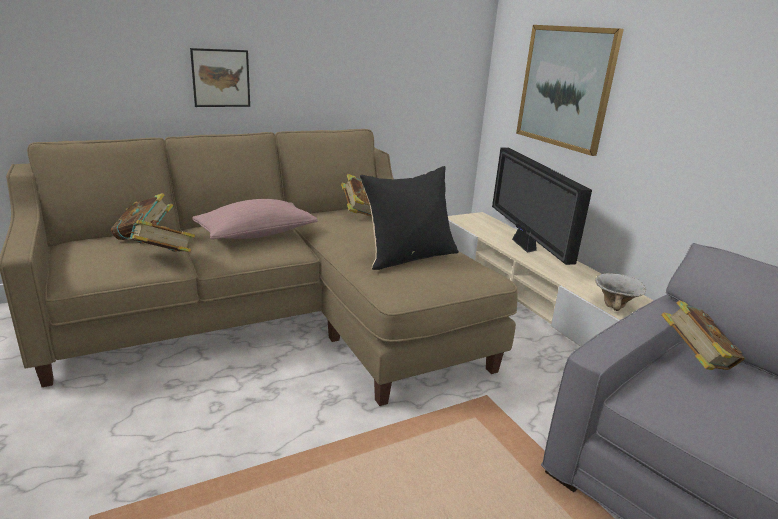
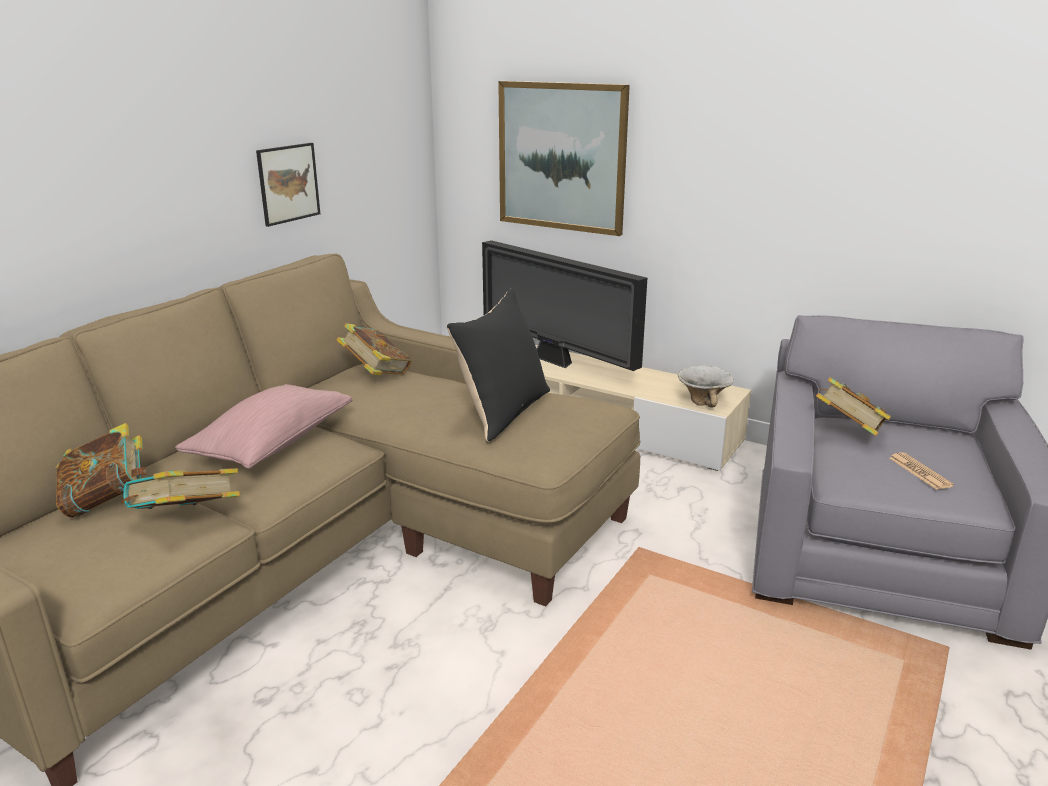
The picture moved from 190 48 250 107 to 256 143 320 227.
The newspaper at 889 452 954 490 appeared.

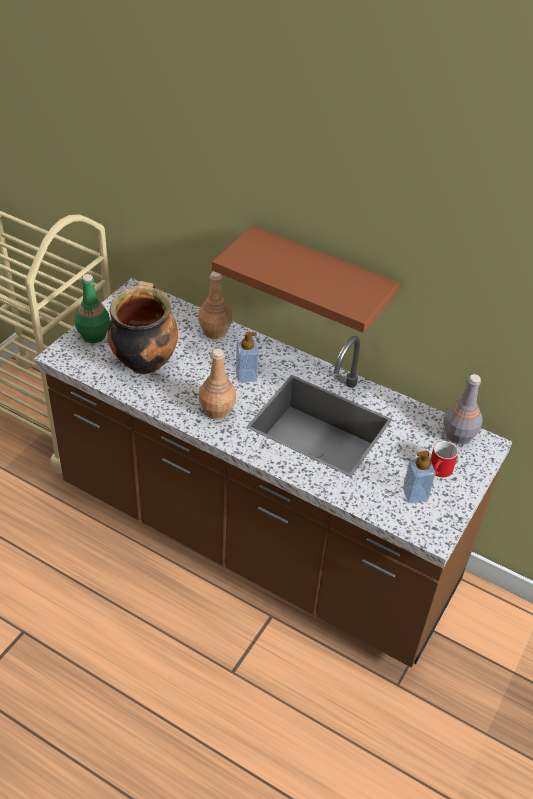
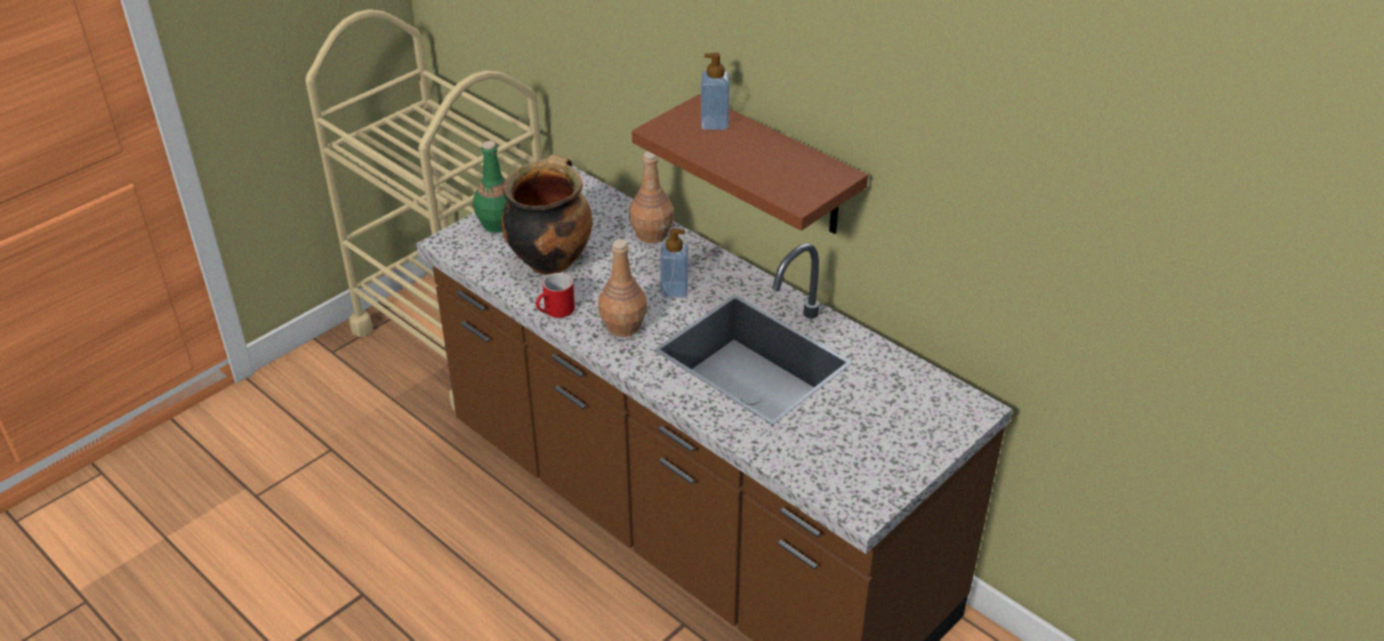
The red mug moved from 430 441 458 477 to 536 273 575 318.
The soap dispenser moved from 403 451 435 503 to 701 53 730 130.
The grey bottle at 443 374 483 445 disappeared.

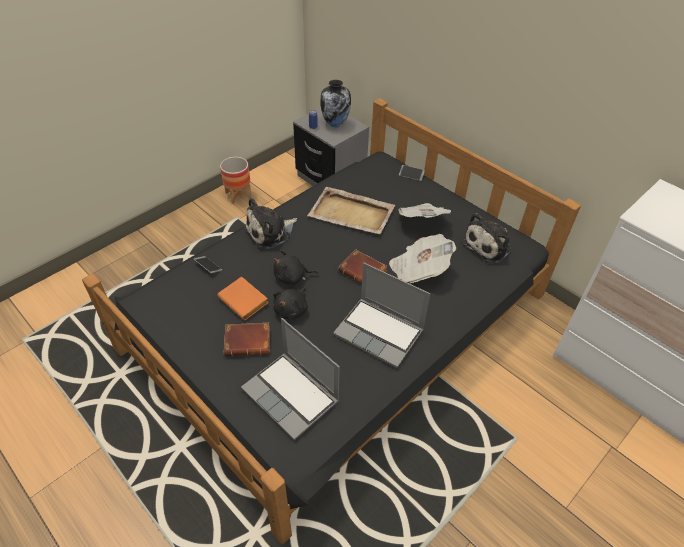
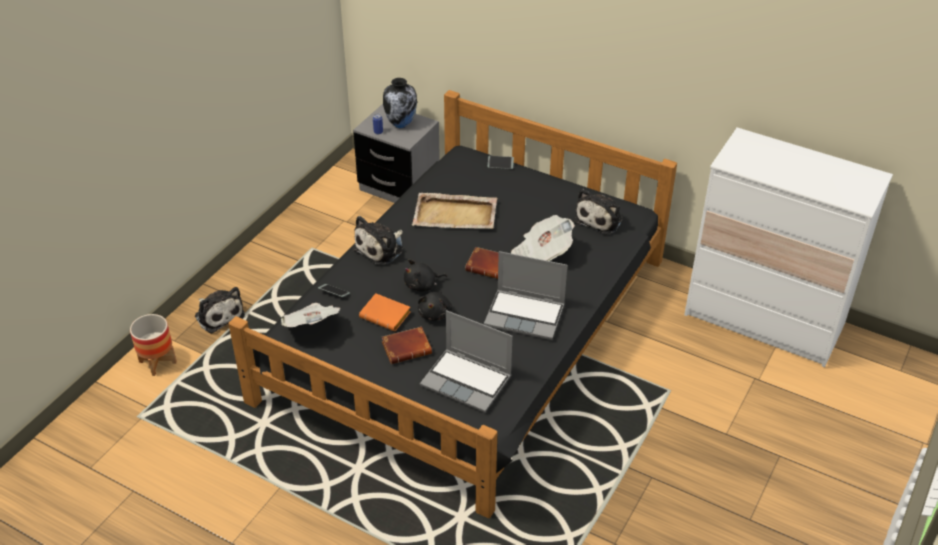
The planter moved from 220 157 252 204 to 130 314 177 376.
The plush toy at 195 287 245 334 appeared.
The newspaper moved from 399 203 451 218 to 281 303 340 327.

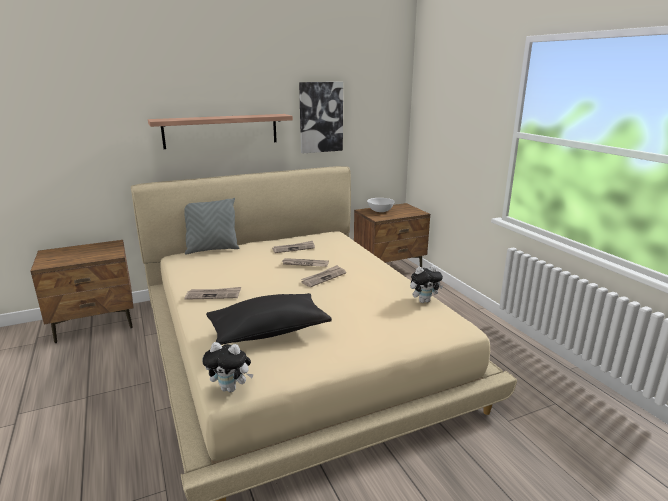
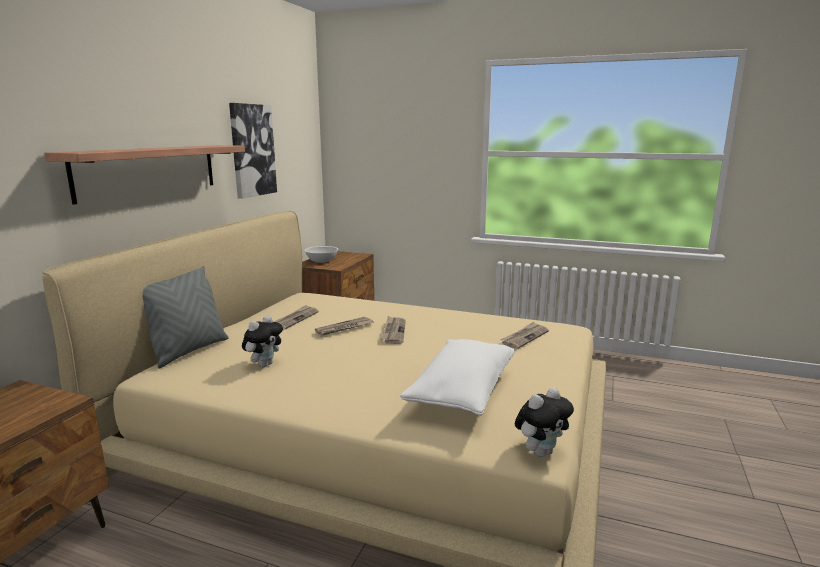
The plush toy moved from 410 265 443 303 to 242 315 283 367.
The black pillow at 206 293 332 345 became the white pillow at 400 339 515 416.
The newspaper moved from 185 287 241 300 to 500 322 549 349.

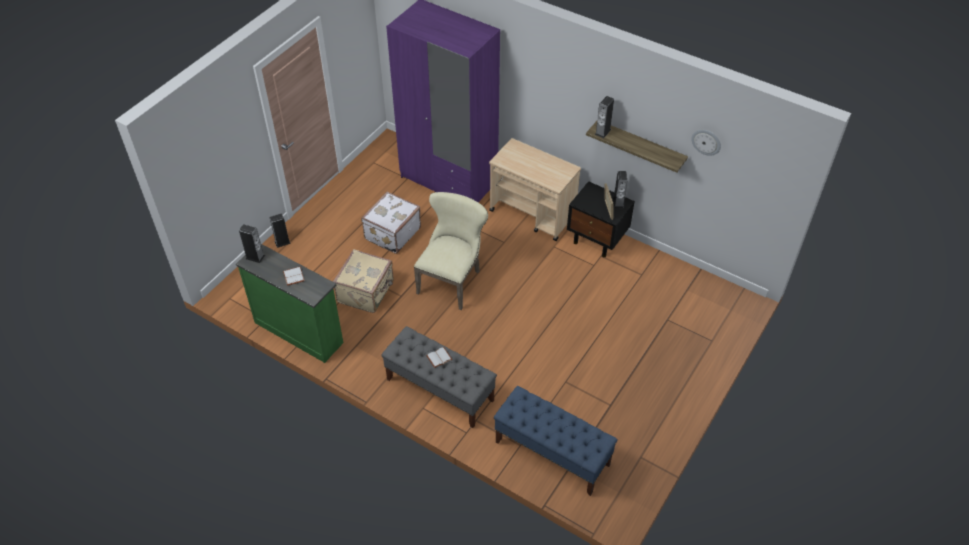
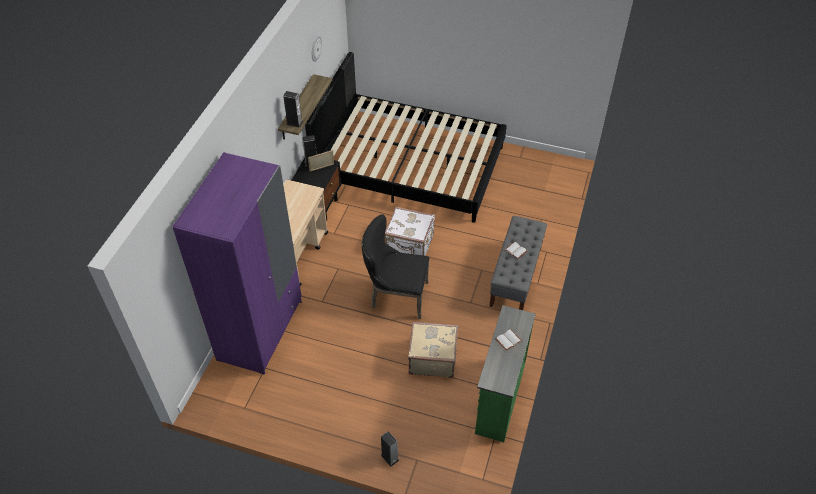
The black bed at 305 52 507 223 appeared.
The beige chair at 414 192 488 310 became the black chair at 362 214 429 319.
The white suitcase moved from 361 191 421 254 to 385 207 435 256.
The speaker at 239 224 265 263 disappeared.
The blue bench at 494 386 618 496 disappeared.

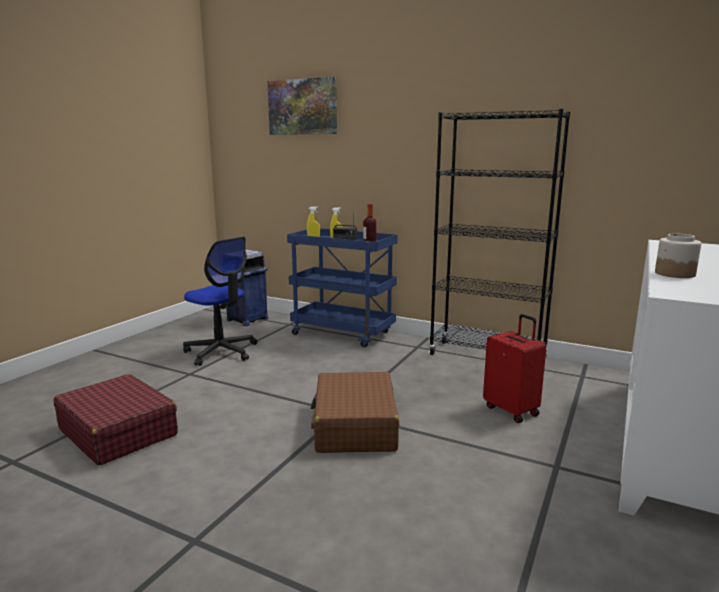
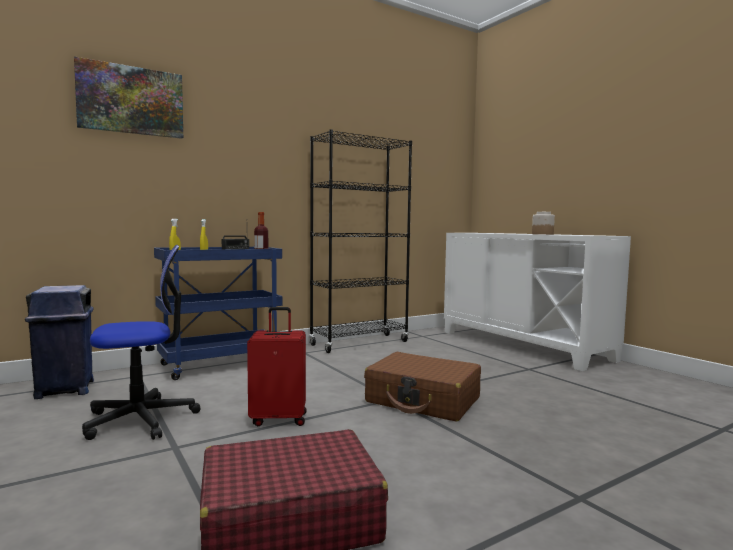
The red suitcase moved from 483 314 547 423 to 247 307 307 426.

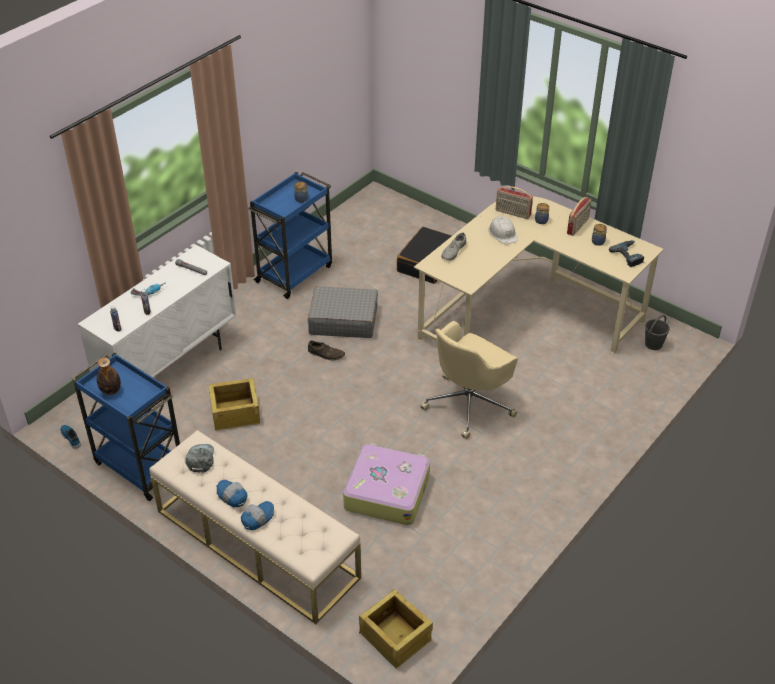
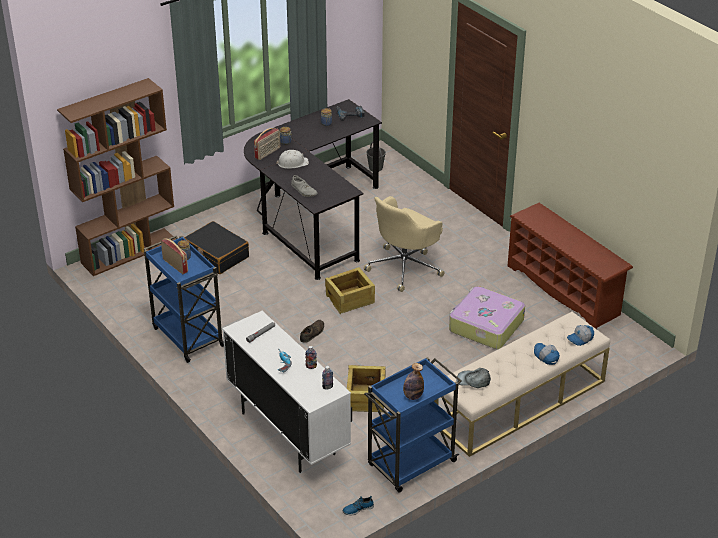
The brown bookcase at 57 78 176 276 appeared.
The radio moved from 567 197 592 236 to 161 238 188 274.
The beige desk at 414 196 664 354 became the black desk at 244 99 382 280.
The crate moved from 359 589 433 668 to 325 267 375 314.
The beige office chair at 420 321 518 439 turned 75 degrees clockwise.
The brown shoe rack at 508 203 633 329 appeared.
The cap moved from 217 480 247 507 to 567 325 594 346.
The grey suitcase at 308 286 378 338 disappeared.

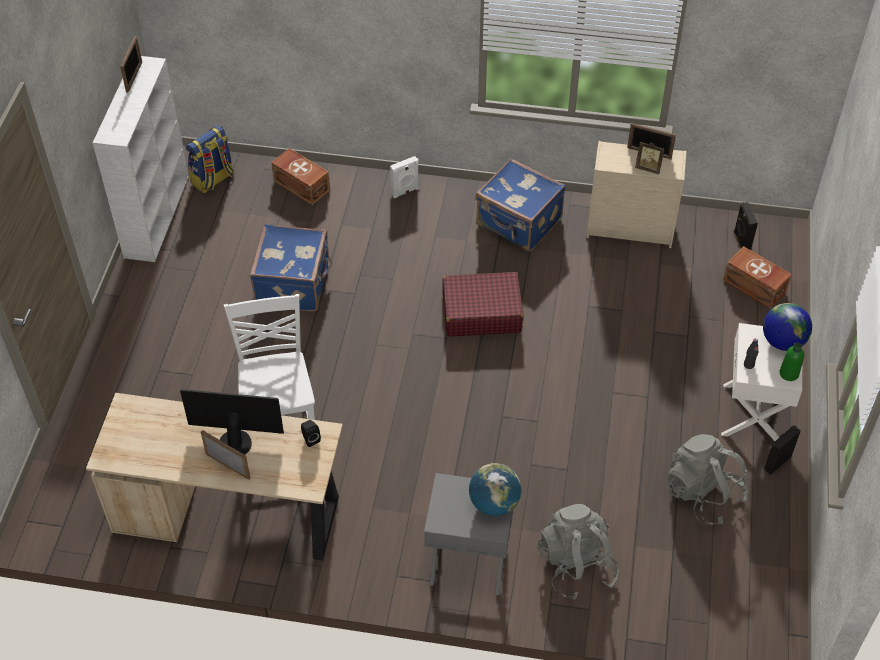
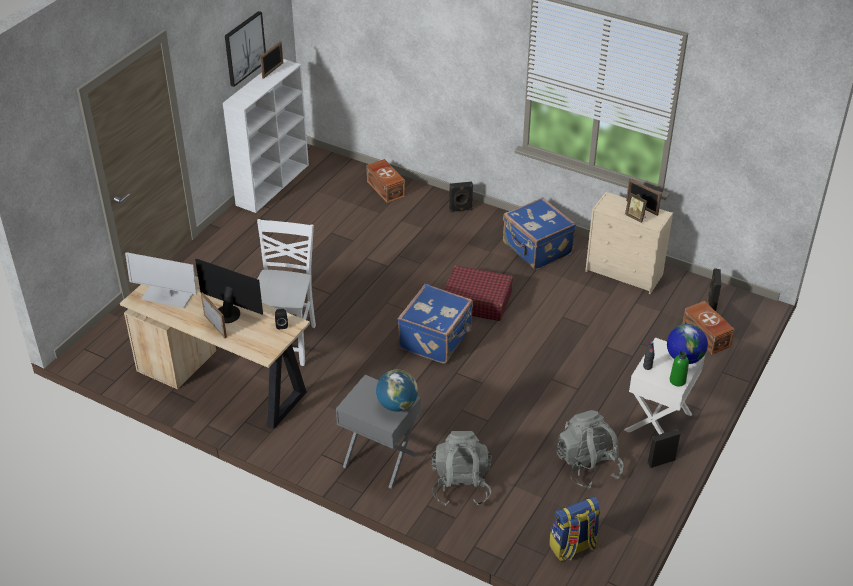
The monitor at 125 252 197 308 appeared.
The picture at 225 11 266 87 appeared.
The blue suitcase moved from 250 224 332 311 to 398 284 473 364.
The white speaker at 390 156 419 198 became the black speaker at 449 182 473 212.
The backpack moved from 186 125 234 193 to 549 496 601 561.

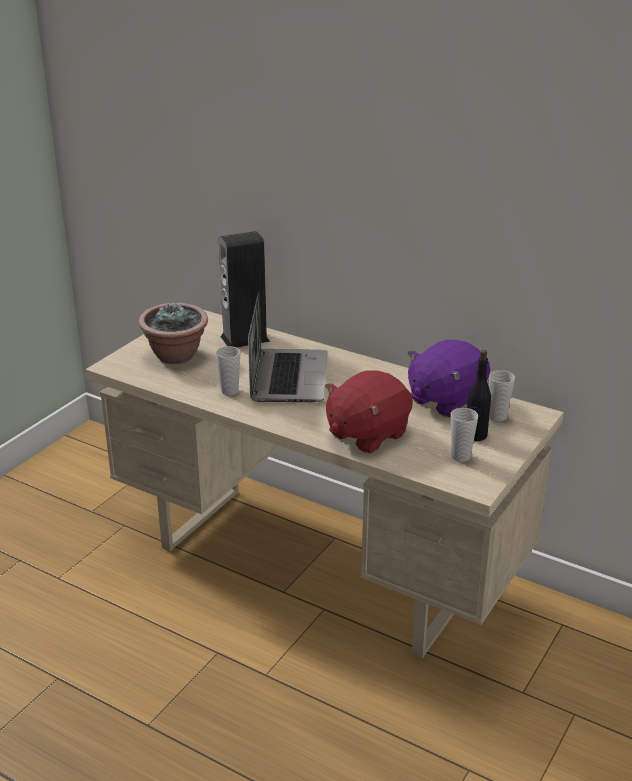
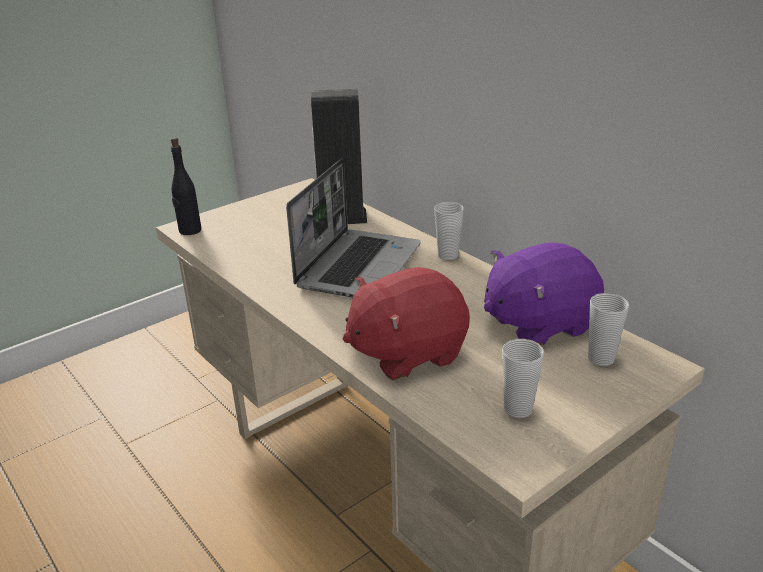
The black bottle moved from 467 350 491 441 to 171 138 201 235.
The cup moved from 216 346 241 395 to 434 202 464 260.
The potted plant at 139 303 208 364 disappeared.

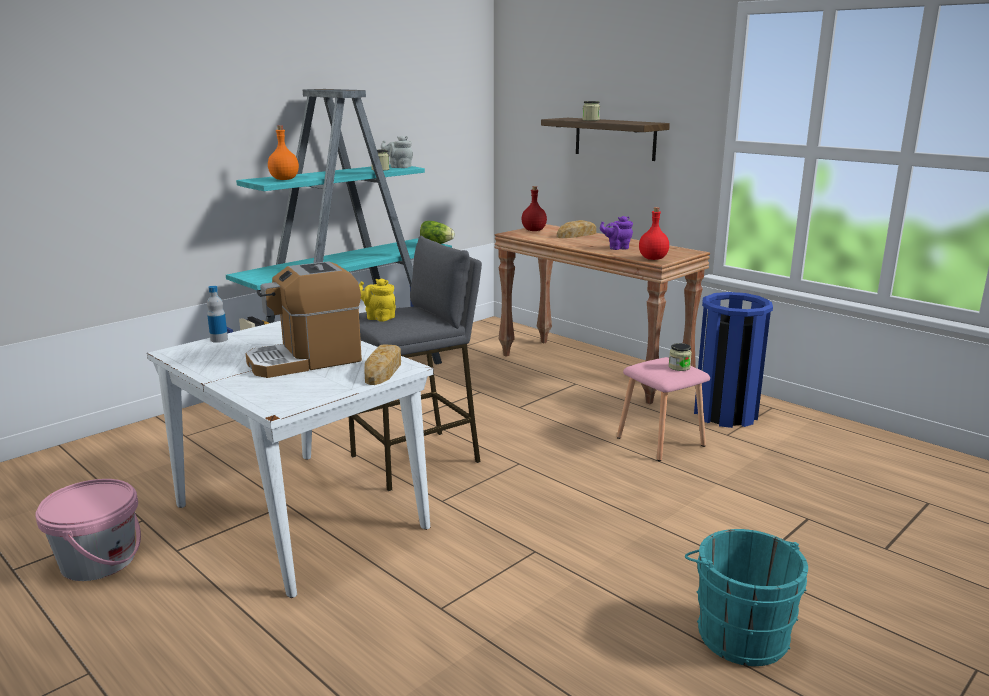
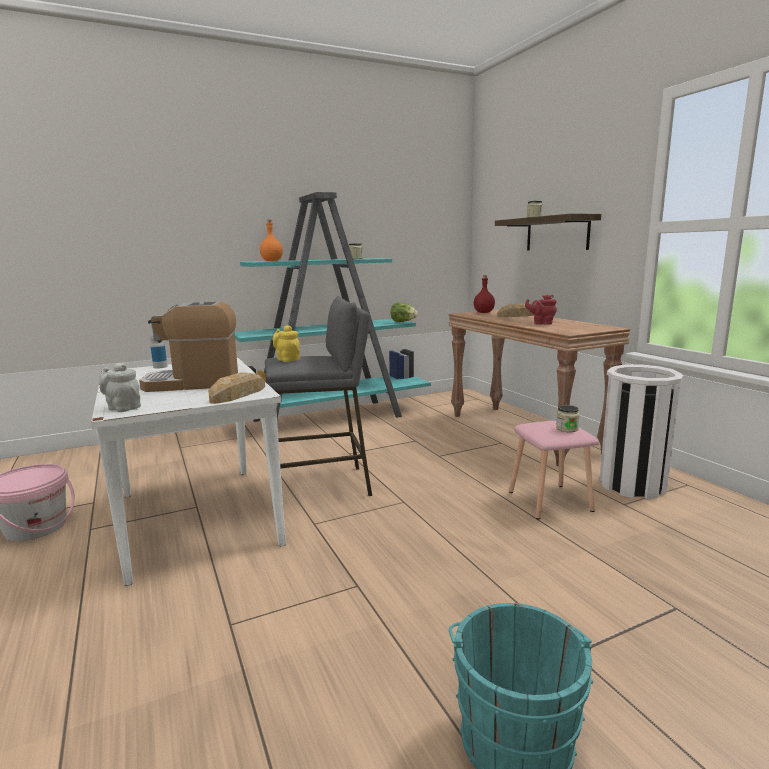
The grey teapot moved from 381 136 413 168 to 99 363 141 412.
The purple teapot at 600 216 633 250 became the red teapot at 525 294 557 325.
The blue trash can at 694 292 773 428 became the white trash can at 599 364 683 499.
The red bottle at 639 207 669 260 disappeared.

